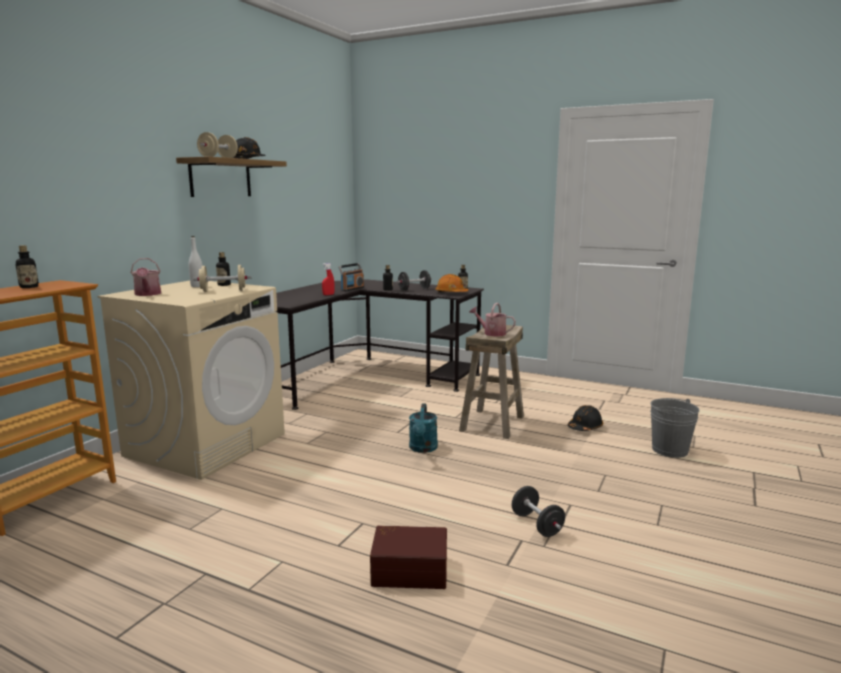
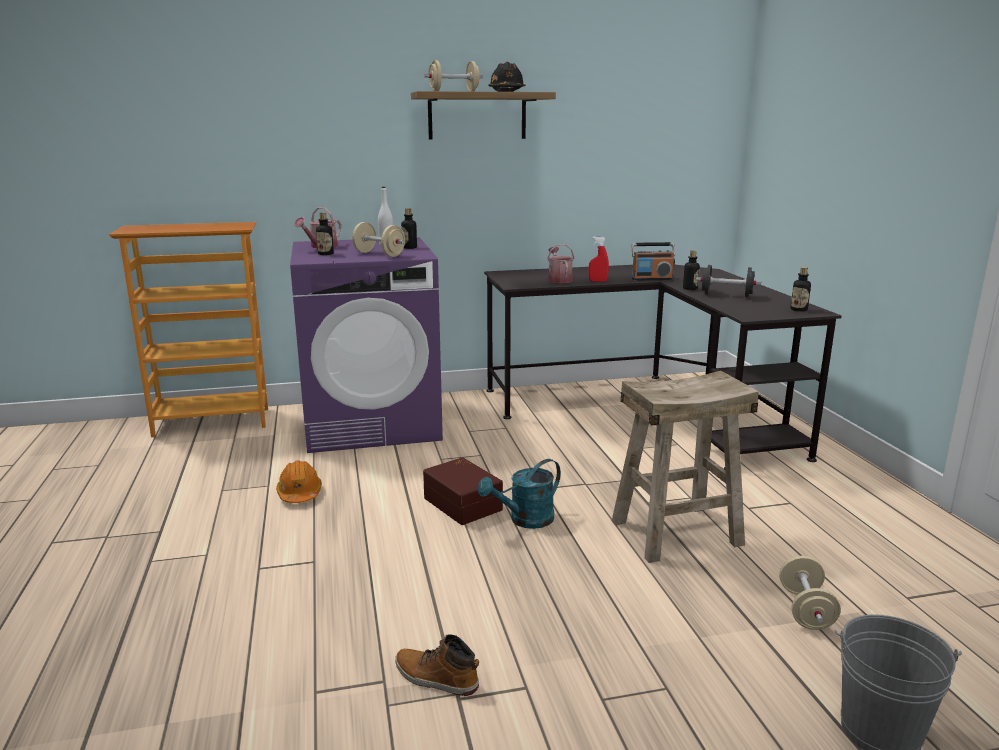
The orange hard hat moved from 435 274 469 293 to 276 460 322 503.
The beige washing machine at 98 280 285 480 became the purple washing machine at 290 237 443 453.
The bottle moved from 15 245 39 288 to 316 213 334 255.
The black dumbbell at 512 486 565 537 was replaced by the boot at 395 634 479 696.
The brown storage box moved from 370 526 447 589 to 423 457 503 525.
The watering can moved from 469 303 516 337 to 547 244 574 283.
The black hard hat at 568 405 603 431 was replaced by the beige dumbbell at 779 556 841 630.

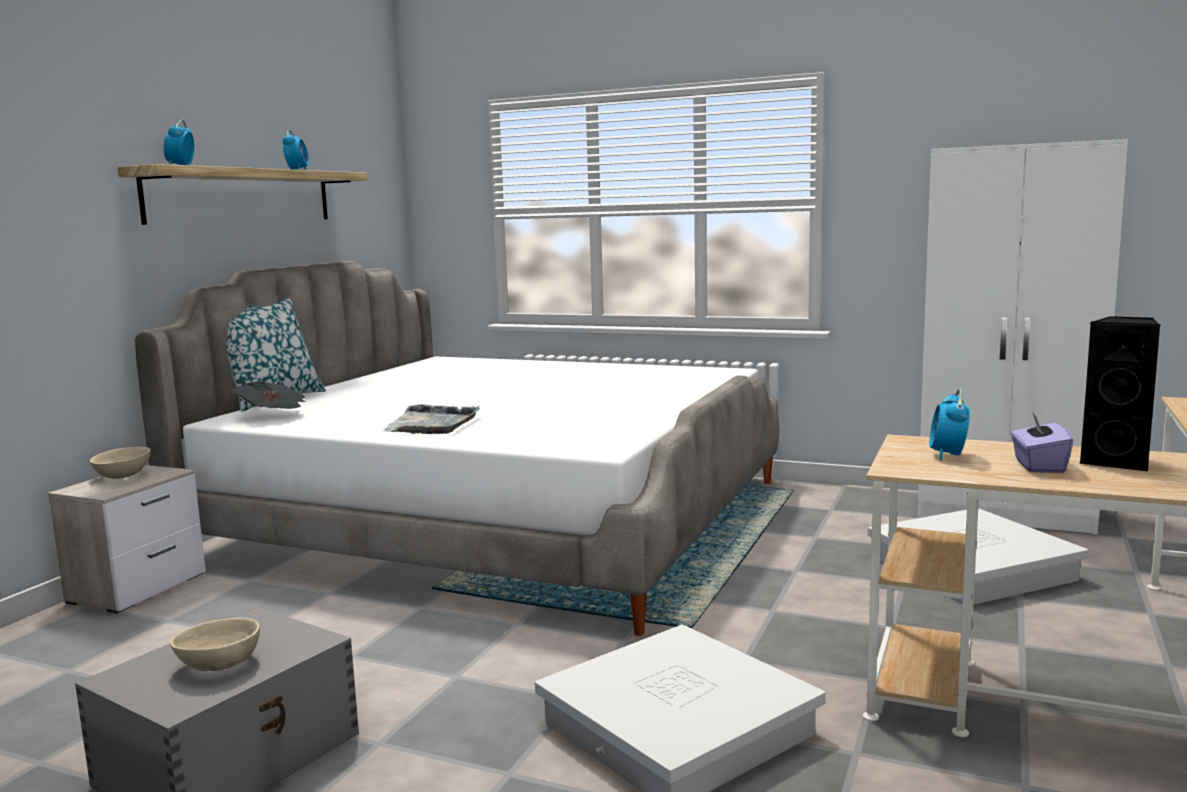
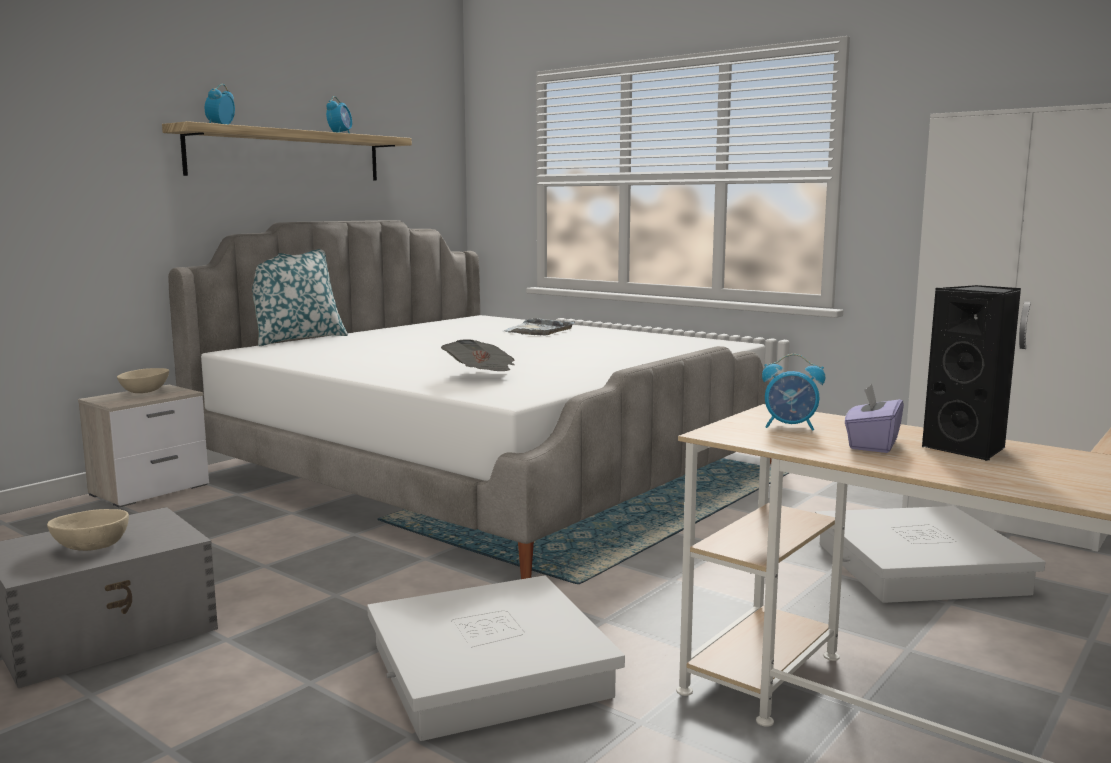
The newspaper moved from 231 382 305 409 to 441 339 515 371.
The grey tray moved from 382 404 480 434 to 504 318 575 335.
The alarm clock at 929 389 970 461 turned 105 degrees counterclockwise.

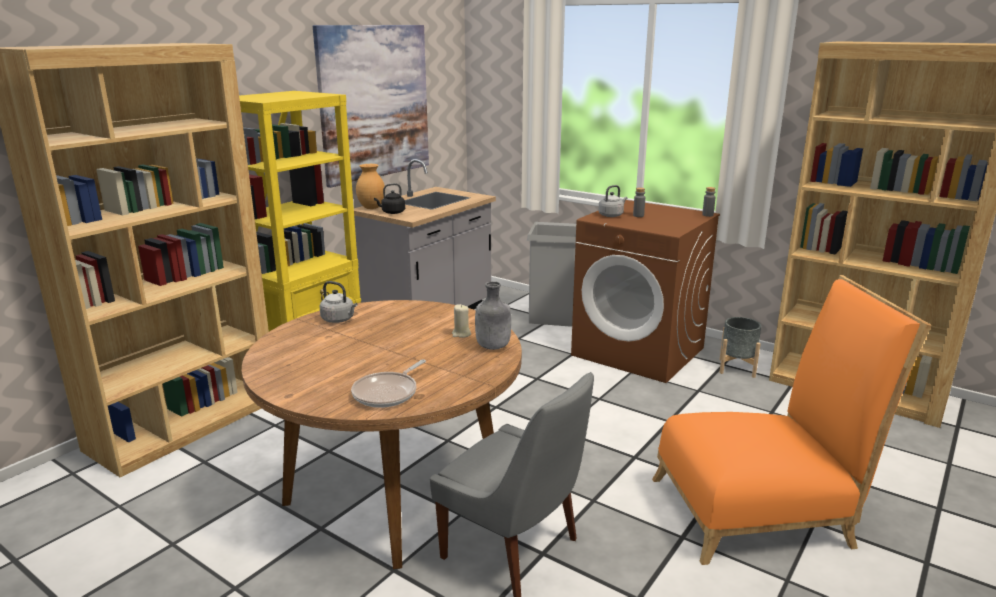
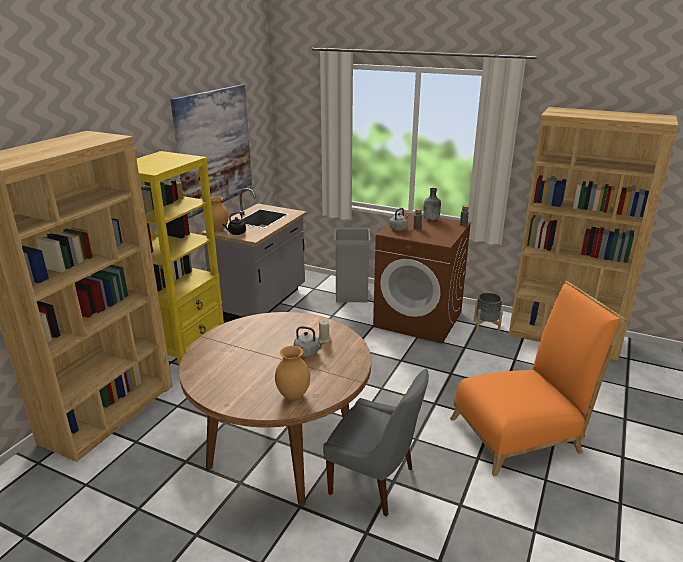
The frying pan at 351 359 426 408 was replaced by the brown vase at 275 346 310 400.
The grey kettle moved from 319 281 357 323 to 294 326 325 357.
The grey bottle moved from 475 281 511 350 to 423 188 441 220.

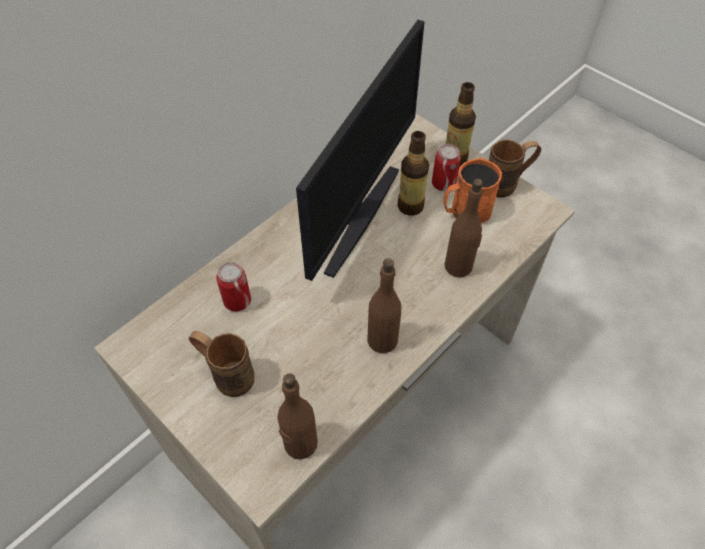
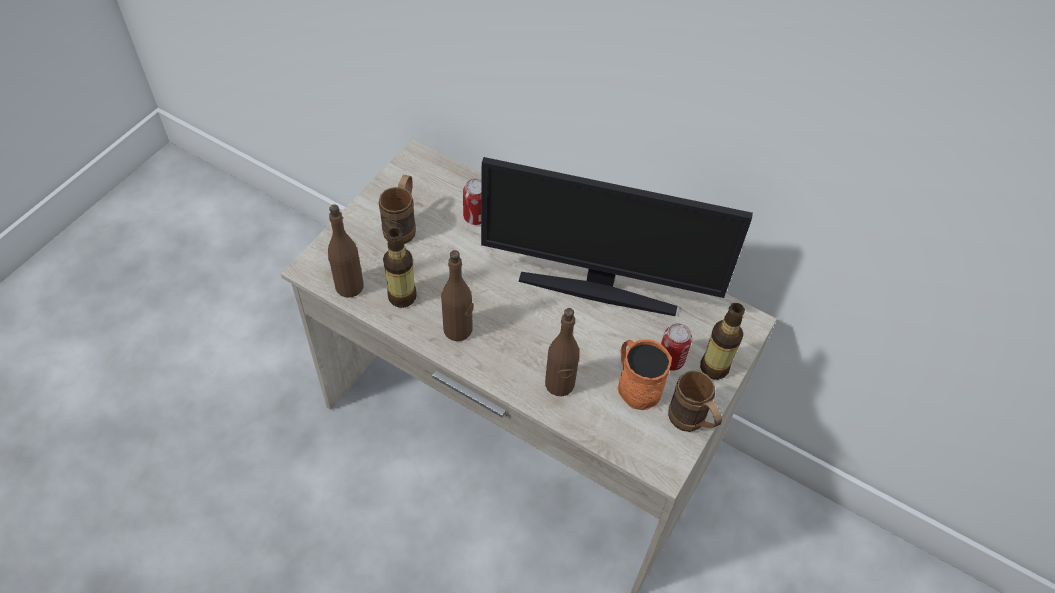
The bottle moved from 398 131 429 216 to 383 228 417 308.

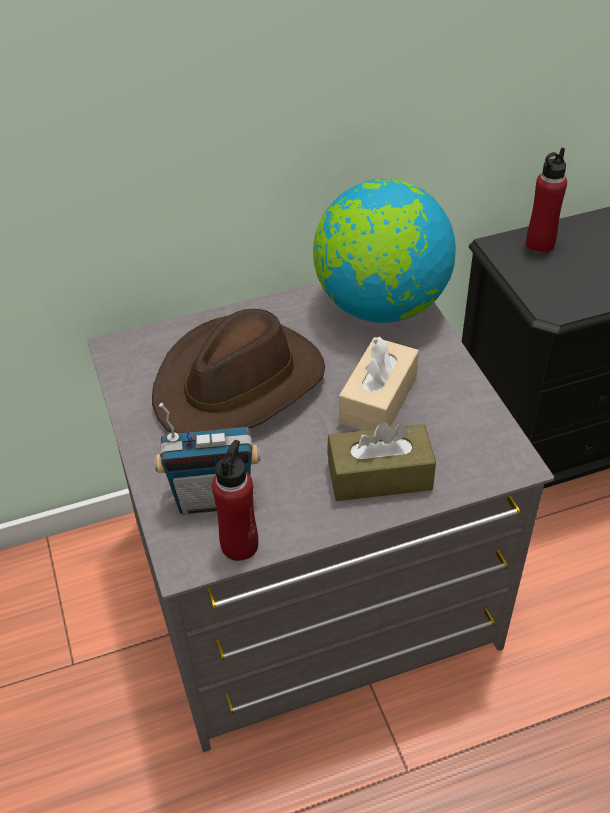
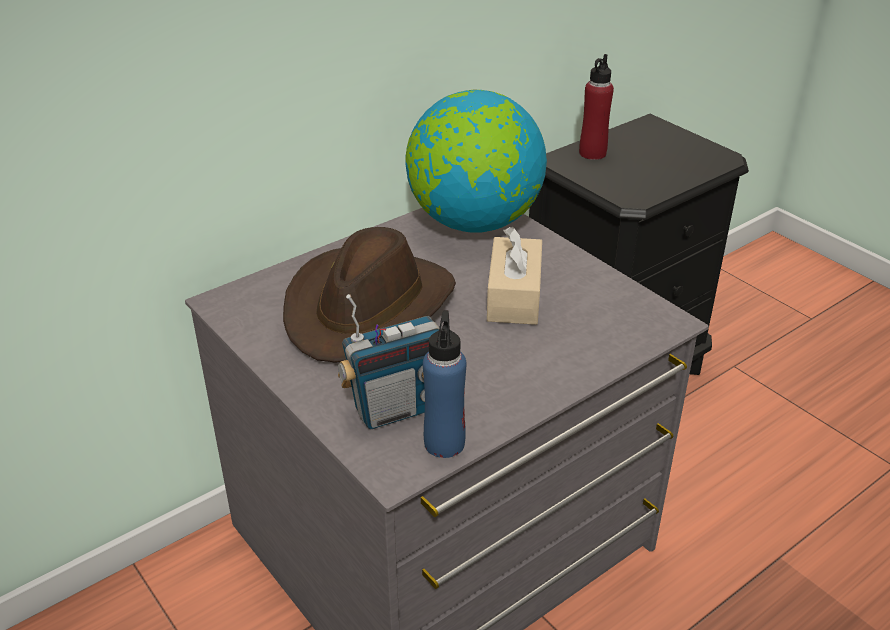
The red bottle at 212 440 258 561 became the blue bottle at 423 310 466 458.
The brown tissue box at 327 422 436 501 disappeared.

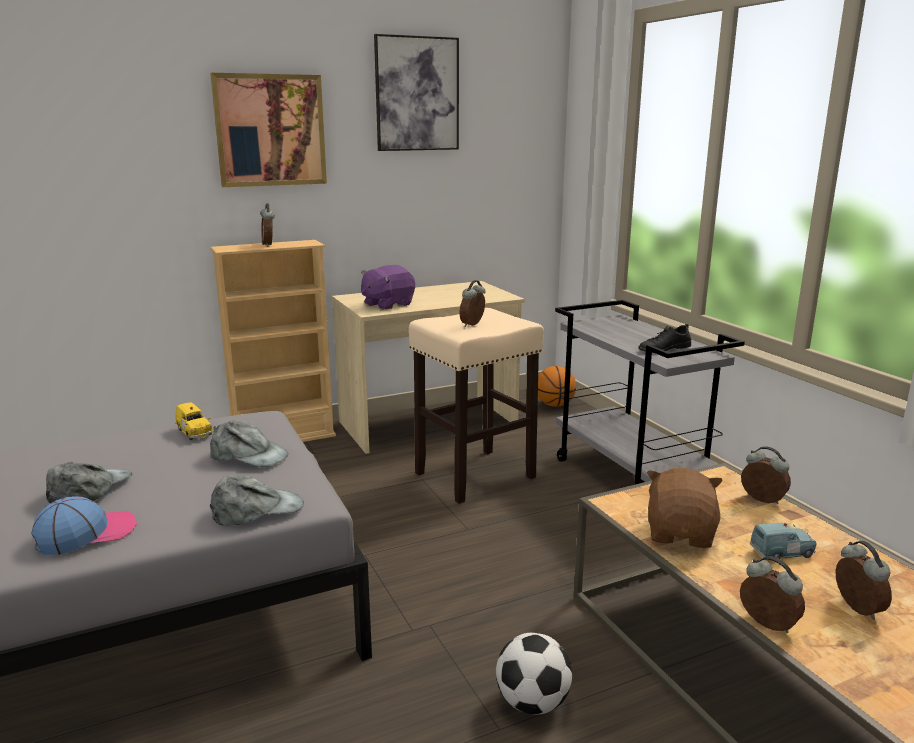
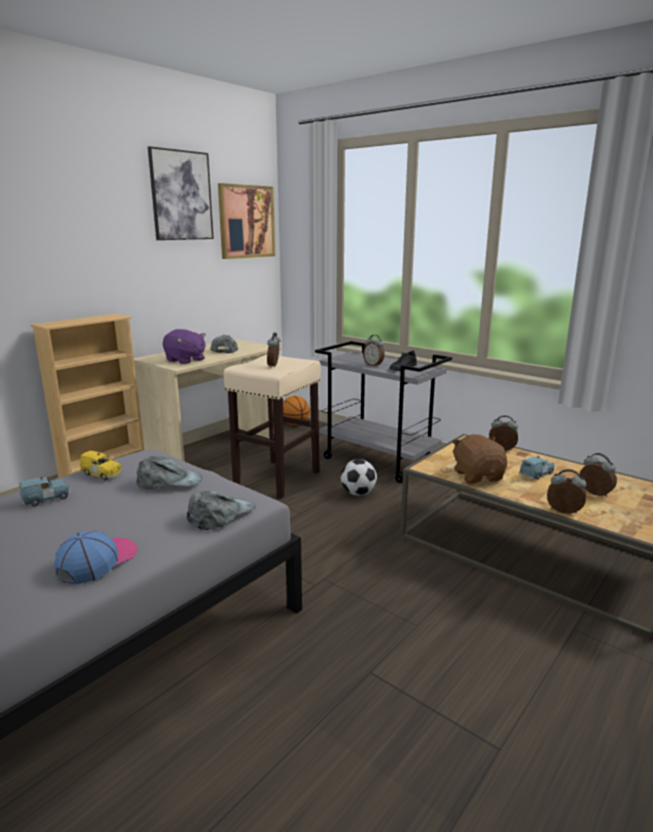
The blue toy car at 19 477 70 506 appeared.
The purple plush toy at 361 265 415 310 turned 75 degrees counterclockwise.
The grey cap moved from 46 462 132 503 to 210 335 238 353.
The picture moved from 210 73 327 187 to 218 183 275 259.
The football moved from 496 633 572 715 to 341 459 377 496.
The alarm clock moved from 260 203 275 247 to 363 335 385 367.

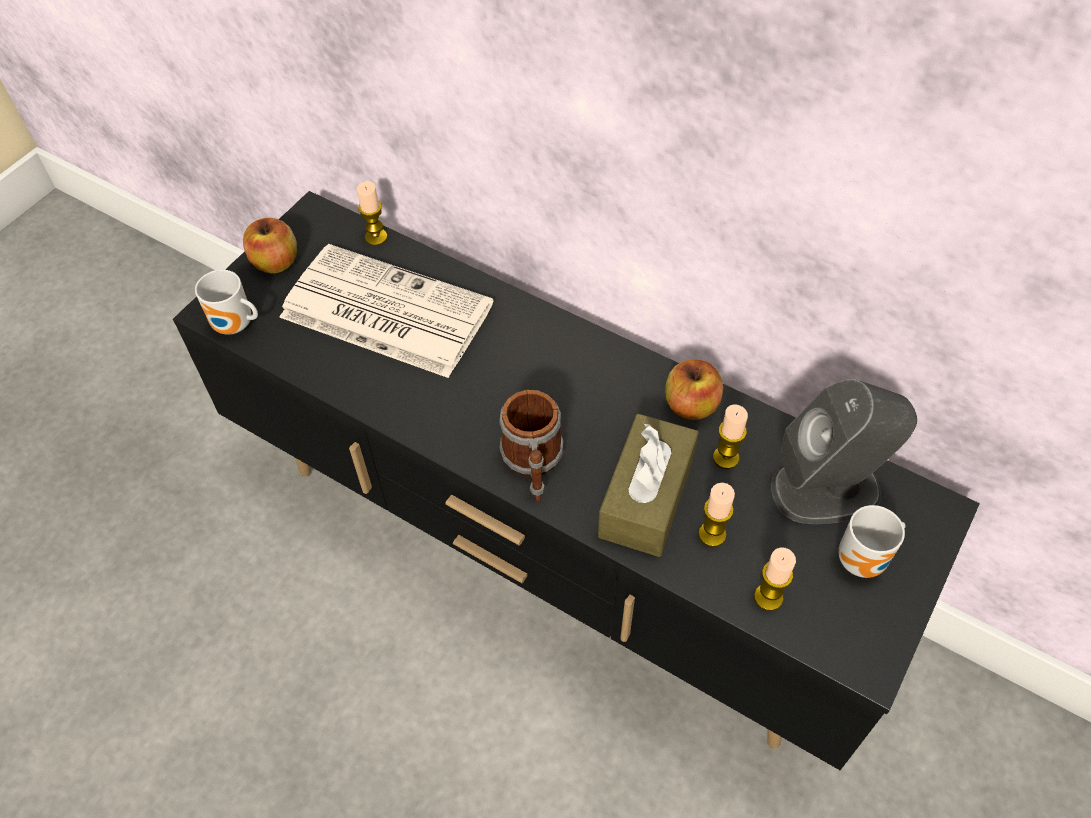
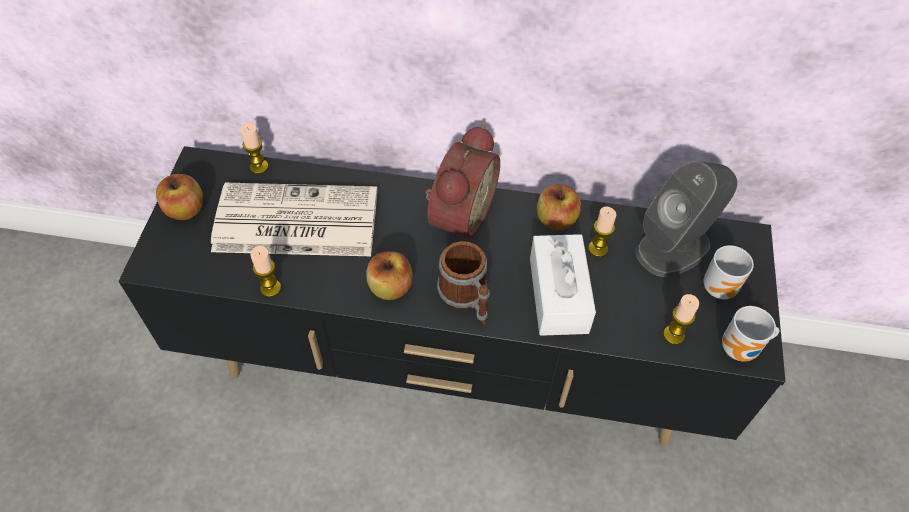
The candle moved from 698 483 735 547 to 250 246 281 297.
The apple at 366 251 413 300 appeared.
The alarm clock at 426 124 500 243 appeared.
The brown tissue box at 598 414 699 557 became the white tissue box at 530 234 596 336.
The mug moved from 195 270 258 335 to 722 306 780 362.

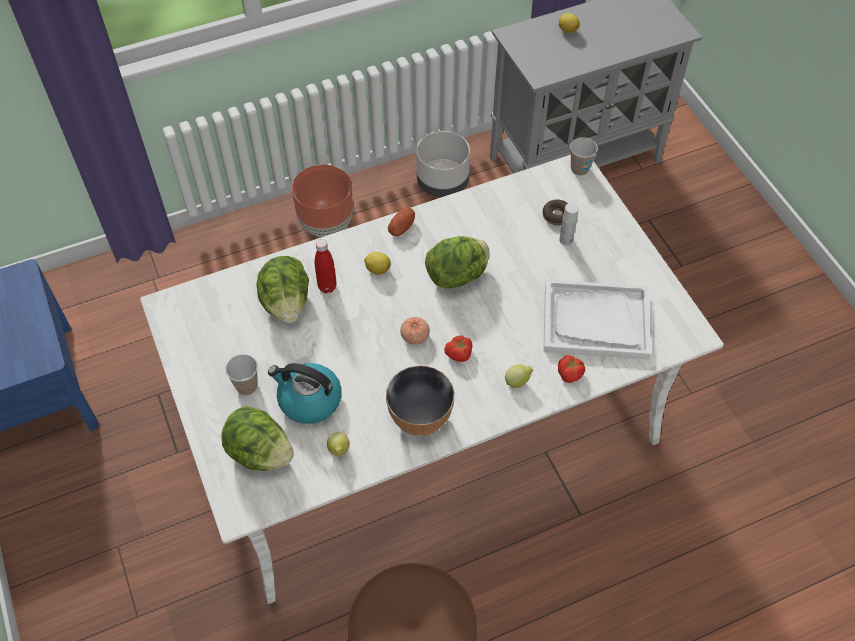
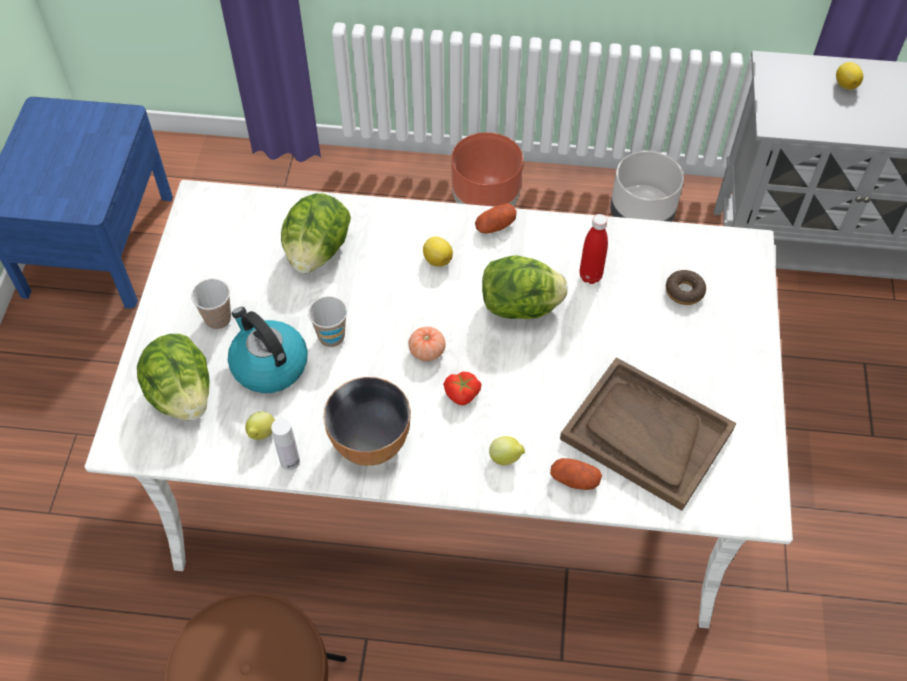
The white bottle moved from 559 203 579 246 to 271 418 300 471.
The cup moved from 570 137 598 176 to 308 296 347 347.
The tomato at 558 355 585 383 was replaced by the potato at 550 458 602 490.
The white tray at 544 279 651 359 became the brown tray at 560 357 736 511.
The red bottle moved from 315 239 337 293 to 579 214 608 284.

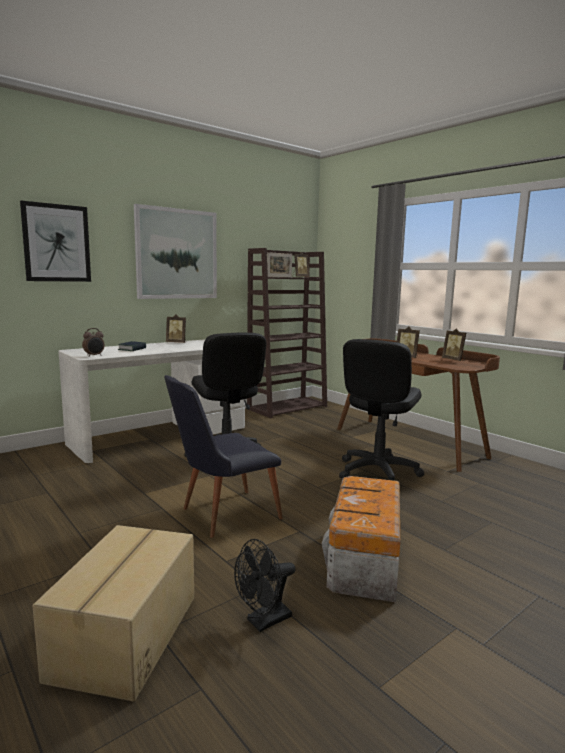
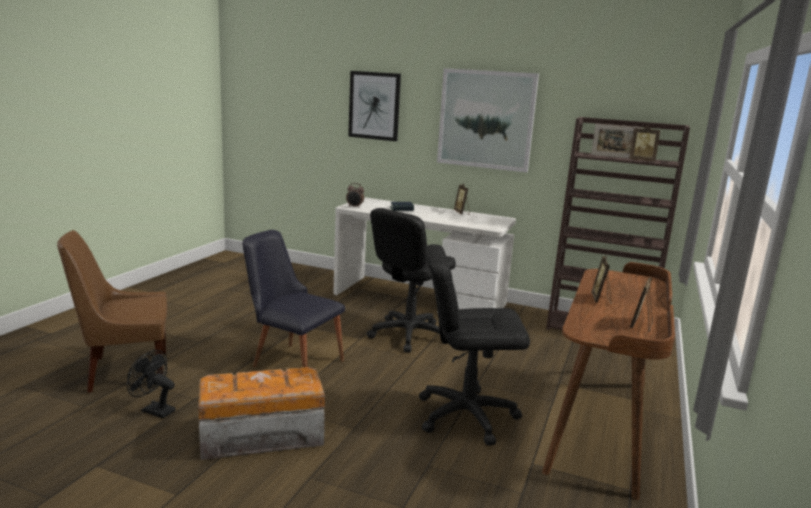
The cardboard box at 33 525 194 701 was replaced by the brown chair at 57 230 167 393.

